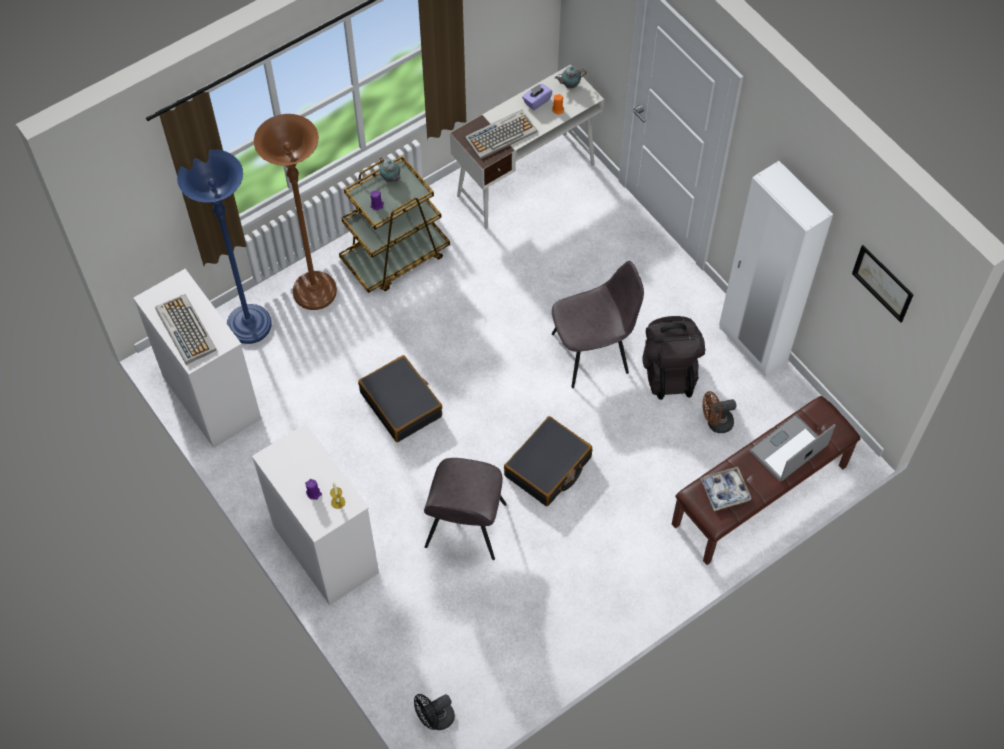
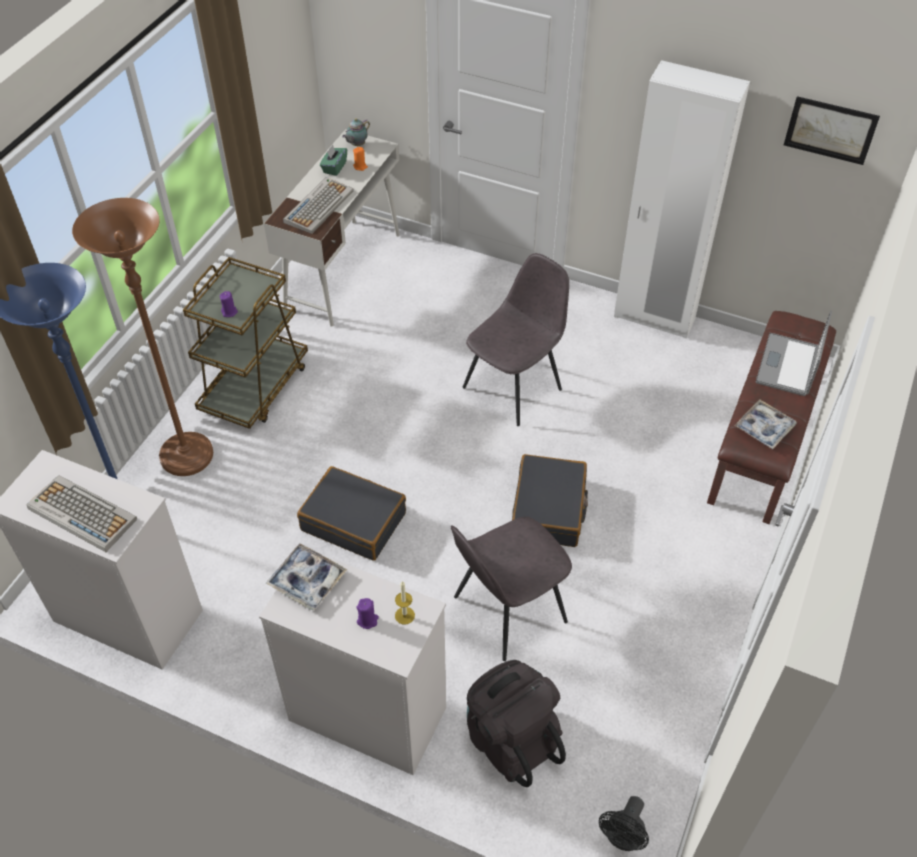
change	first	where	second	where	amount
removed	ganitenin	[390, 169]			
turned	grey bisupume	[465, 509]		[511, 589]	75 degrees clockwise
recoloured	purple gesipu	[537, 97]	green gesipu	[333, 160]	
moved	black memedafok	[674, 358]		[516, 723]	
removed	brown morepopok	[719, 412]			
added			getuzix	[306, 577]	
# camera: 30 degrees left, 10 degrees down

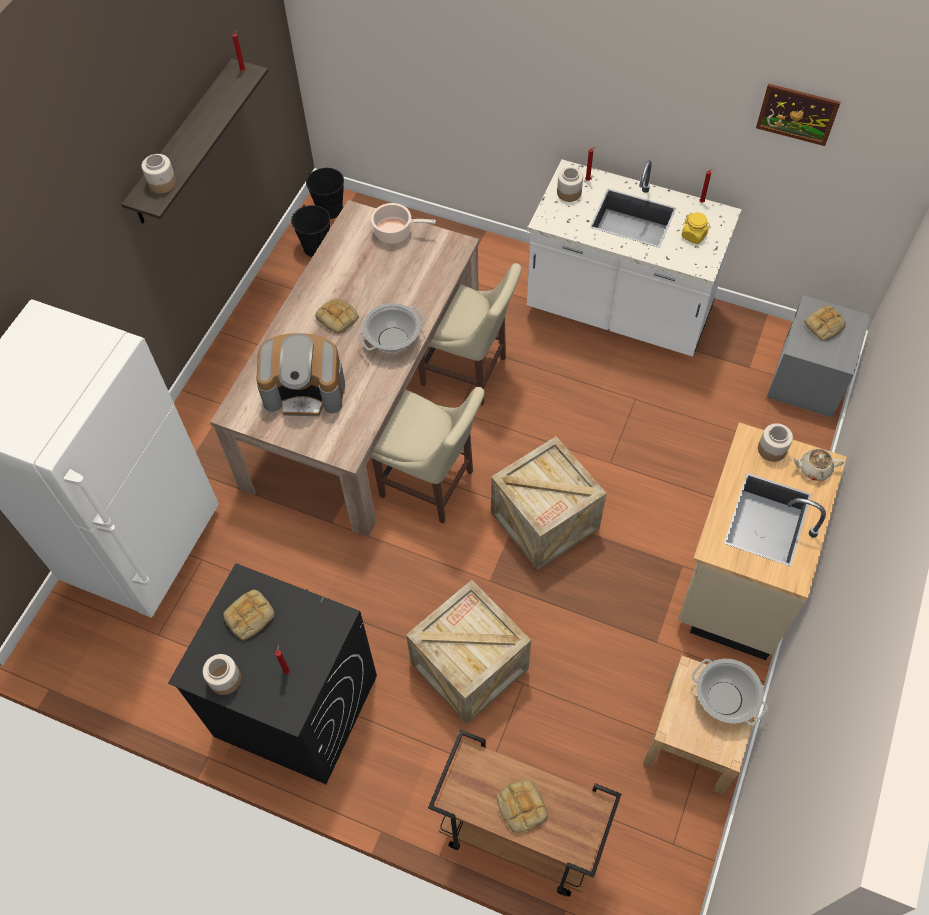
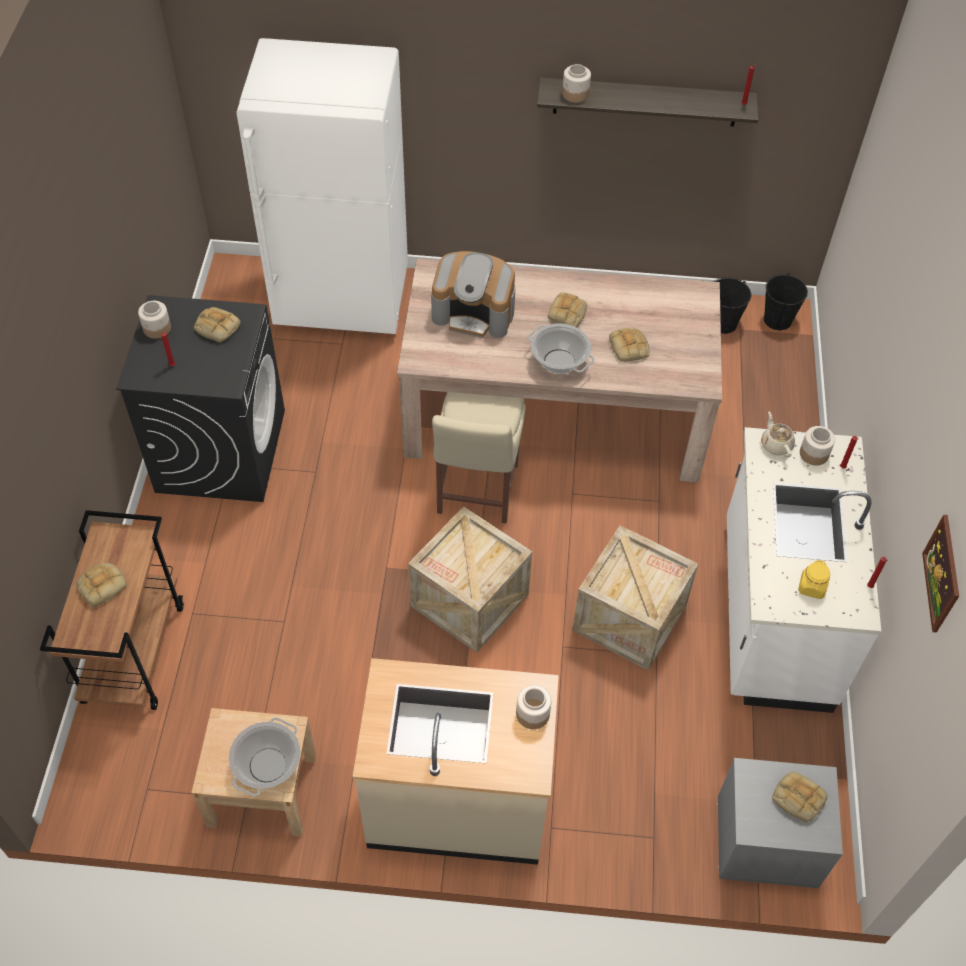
change	first	where	second	where	amount
turned	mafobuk	[301, 374]		[473, 294]	60 degrees counterclockwise
removed	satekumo	[403, 223]			
moved	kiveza	[468, 652]		[635, 598]	
removed	beige bisupume	[470, 334]			
moved	beige ganitenin	[817, 465]		[778, 435]	
added			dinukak	[629, 345]	
# camera: 70 degrees right, 5 degrees down

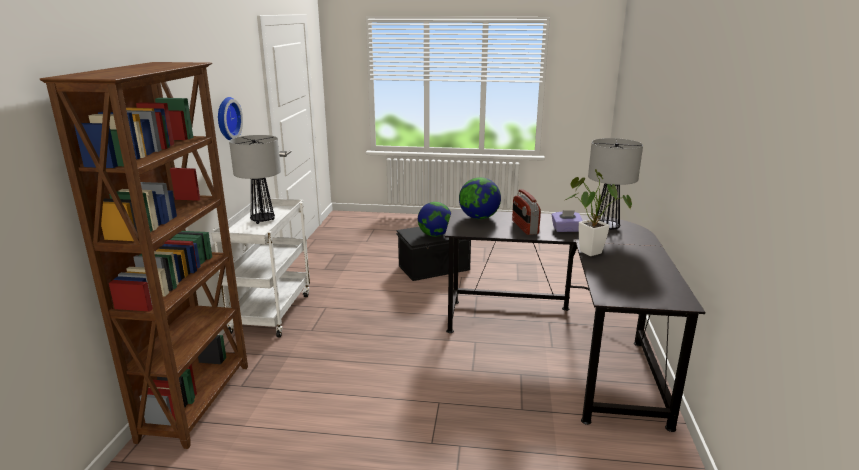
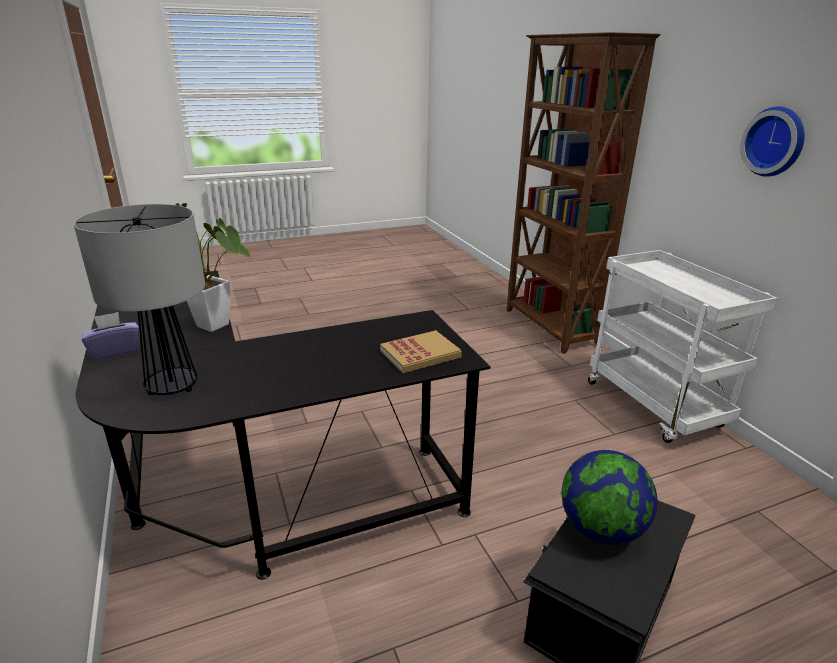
change	first	where	second	where	amount
removed	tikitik	[255, 179]			
replaced	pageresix	[480, 198]	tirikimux	[421, 351]	
removed	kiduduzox	[526, 212]			
moved	purple gesipu	[567, 221]		[111, 336]	
# camera: 150 degrees right, 5 degrees up

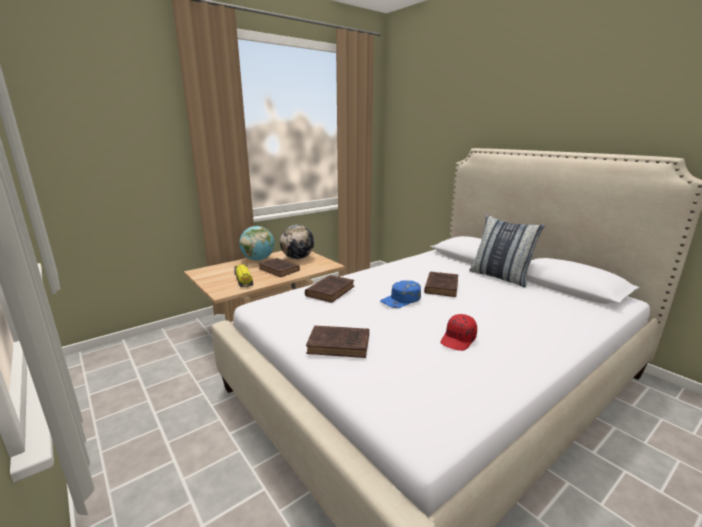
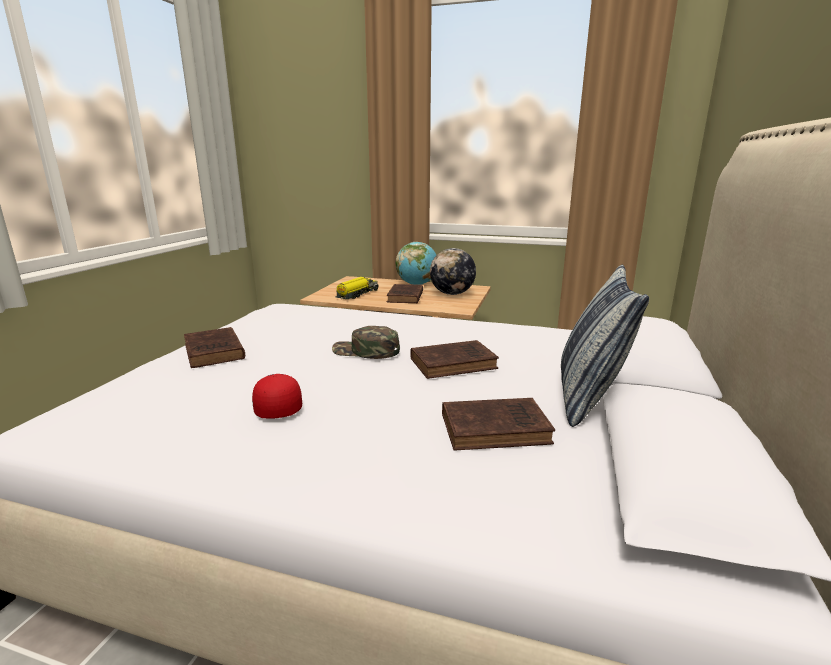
change	first	where	second	where	amount
moved	brown tirikimux	[330, 289]		[498, 424]	
recoloured	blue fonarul	[400, 294]	green fonarul	[366, 342]	
turned	red fonarul	[459, 332]		[277, 396]	75 degrees clockwise
# camera: 55 degrees right, 0 degrees up

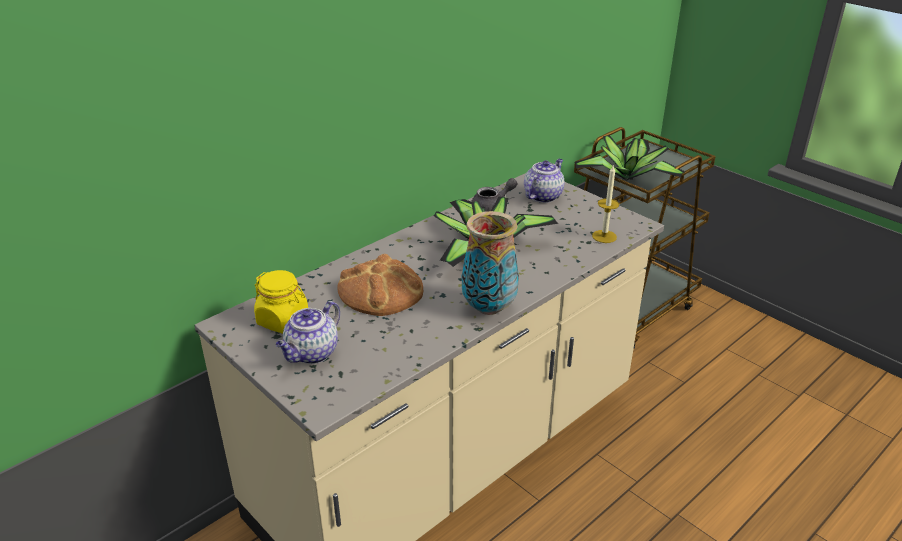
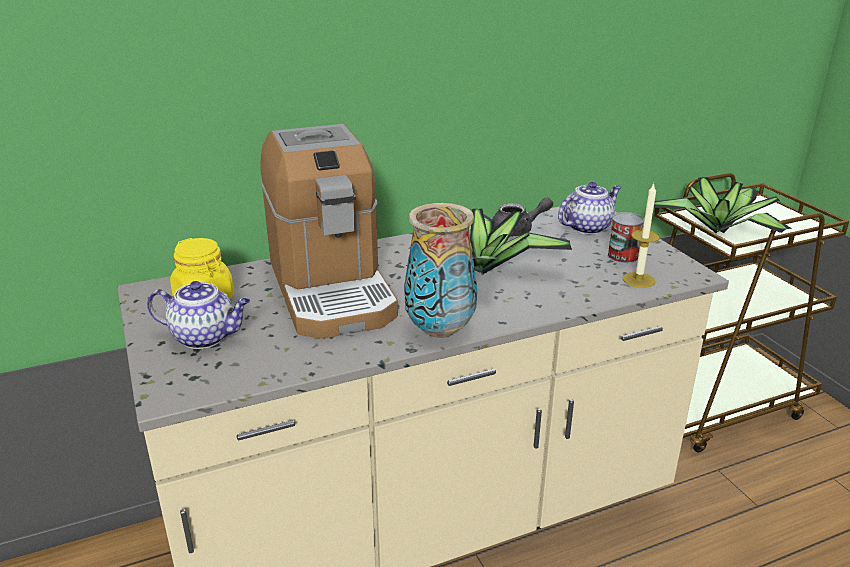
change	first	where	second	where	amount
turned	ganitenin	[308, 332]		[198, 315]	135 degrees counterclockwise
replaced	dinukak	[380, 285]	mafobuk	[329, 231]	
added			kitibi	[626, 238]	
# camera: 20 degrees right, 5 degrees down

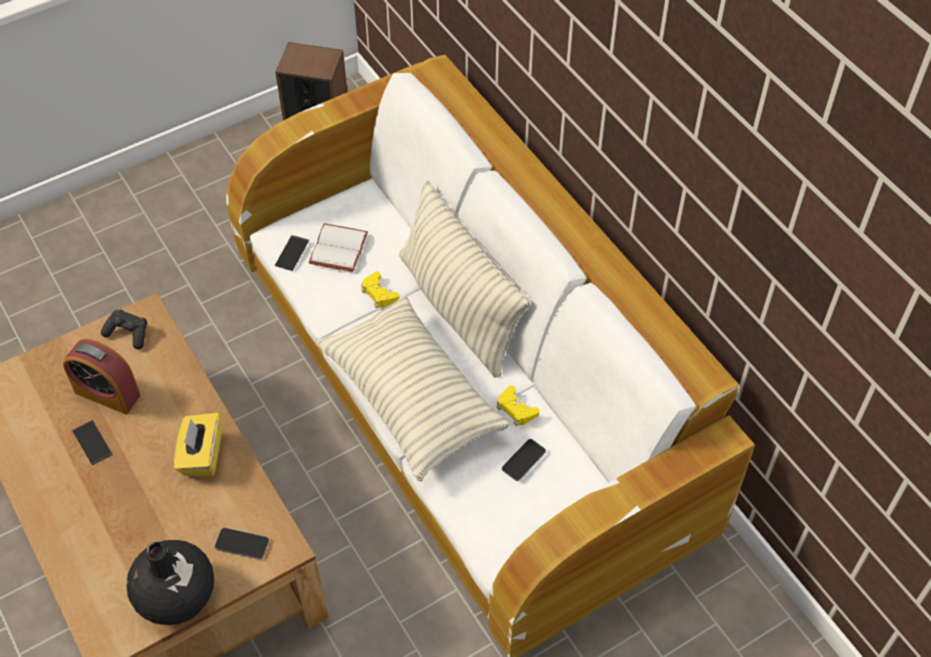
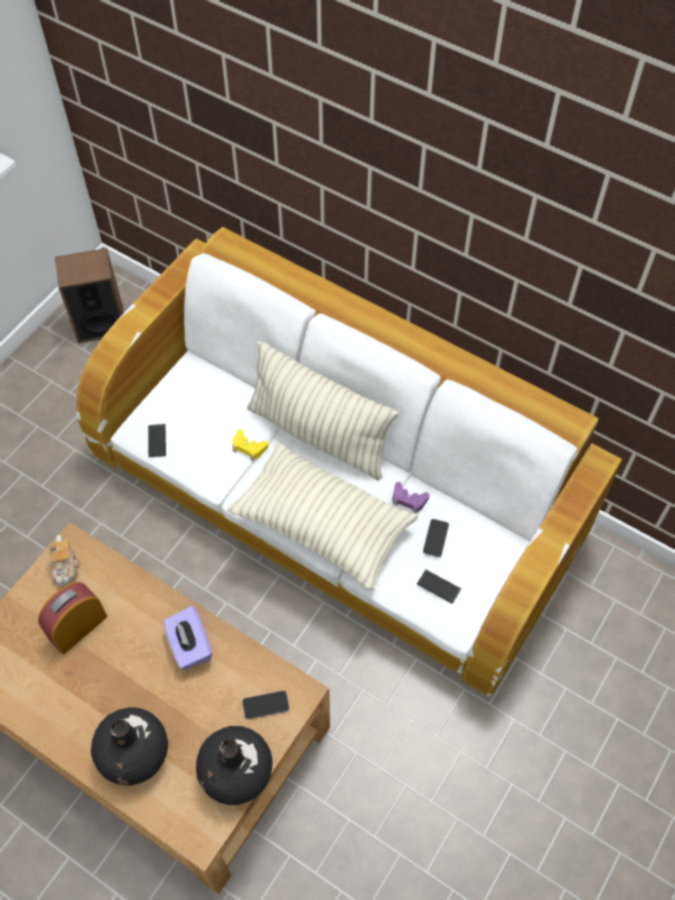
change	first	where	second	where	amount
turned	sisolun	[102, 376]		[72, 618]	135 degrees clockwise
moved	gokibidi	[92, 442]		[439, 587]	
replaced	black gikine	[124, 329]	ganitenin	[64, 560]	
recoloured	yellow gesipu	[198, 445]	purple gesipu	[187, 638]	
removed	white tirikimux	[338, 247]			
recoloured	yellow gikine	[518, 405]	purple gikine	[411, 497]	
added			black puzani	[129, 746]	
# camera: 25 degrees left, 5 degrees up

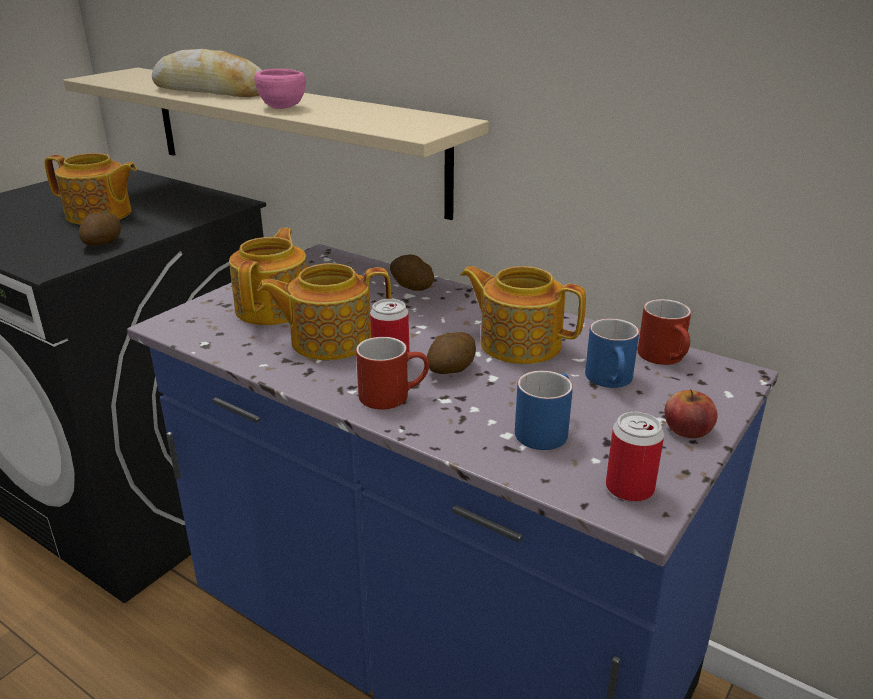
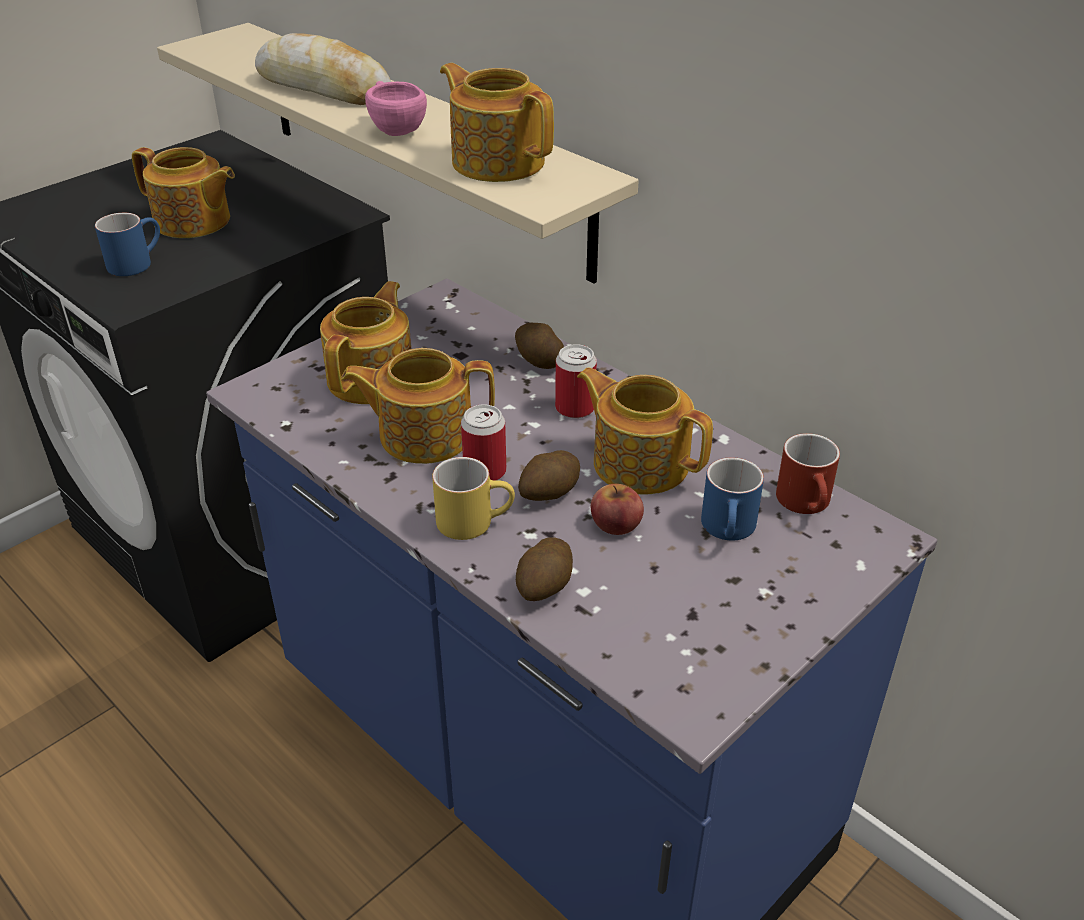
change	first	where	second	where	amount
moved	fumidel	[100, 229]		[544, 569]	
recoloured	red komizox	[392, 373]	yellow komizox	[473, 498]	
moved	blue komizox	[544, 410]		[127, 244]	
moved	kitibi	[635, 457]		[576, 381]	
moved	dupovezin	[691, 413]		[617, 509]	
added			ganitenin	[497, 122]	
# camera: 10 degrees right, 10 degrees up

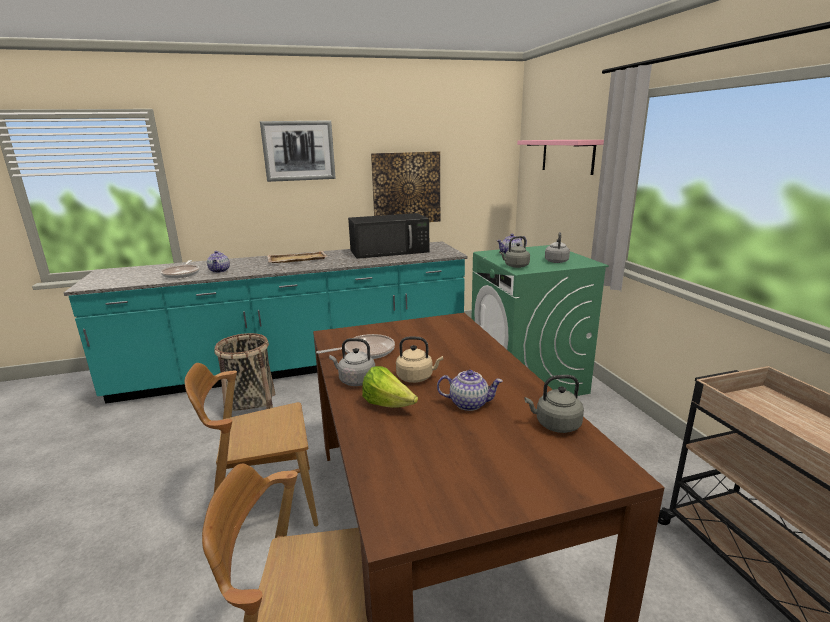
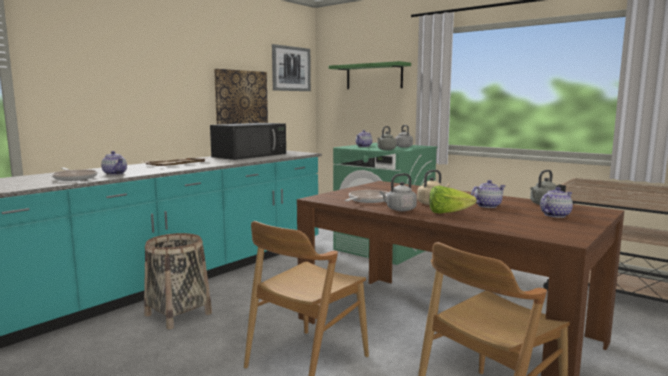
change	first	where	second	where	amount
moved	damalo	[298, 151]		[291, 67]	
recoloured	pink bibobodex	[560, 157]	green bibobodex	[370, 75]	
added			ganitenin	[556, 202]	
# camera: 35 degrees left, 10 degrees down

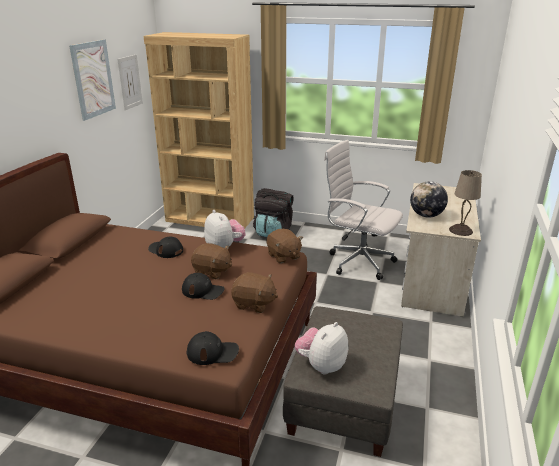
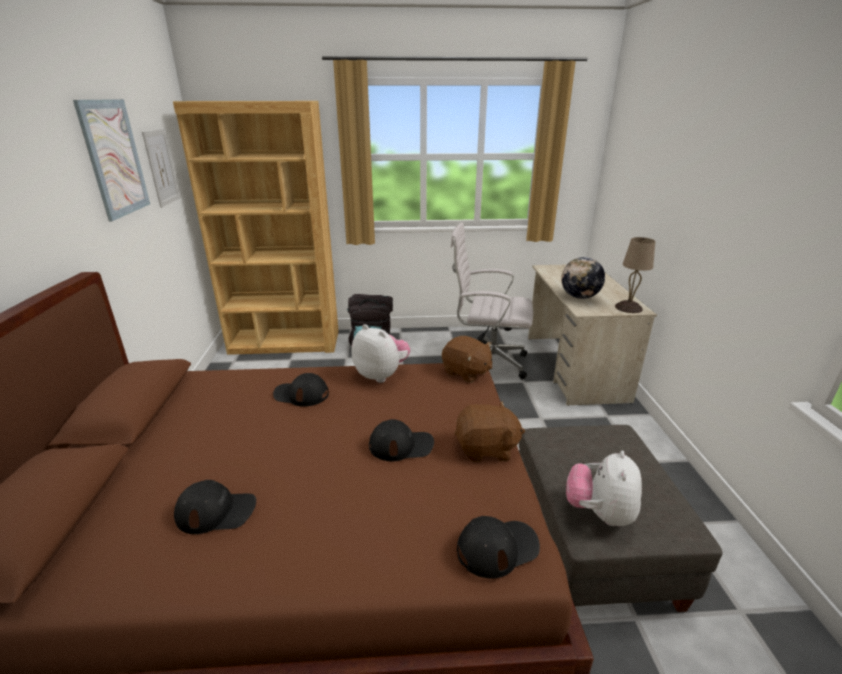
change	first	where	second	where	amount
removed	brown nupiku	[211, 261]			
added			black fonarul	[215, 507]	
# camera: 20 degrees left, 0 degrees up

